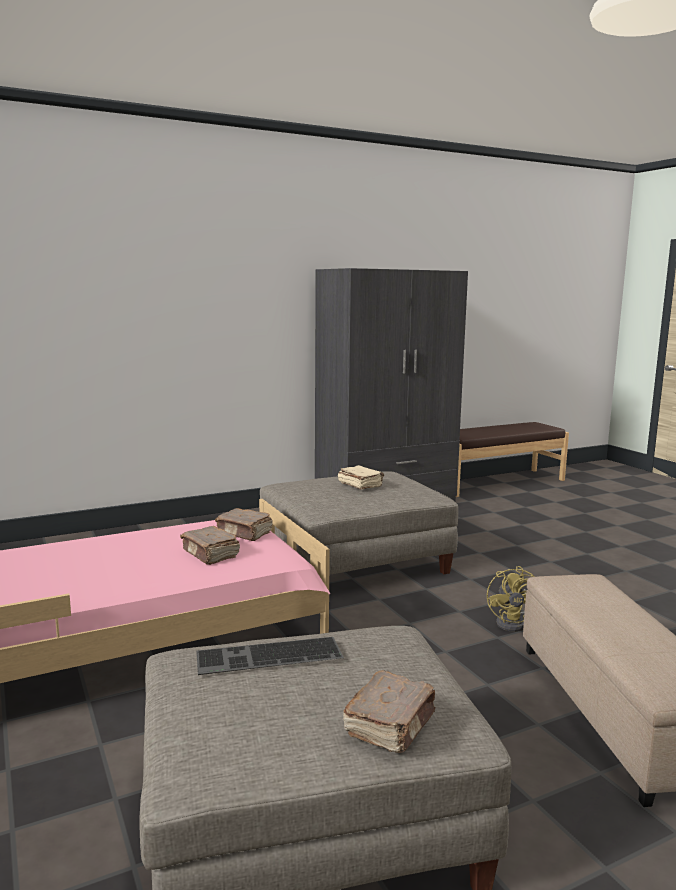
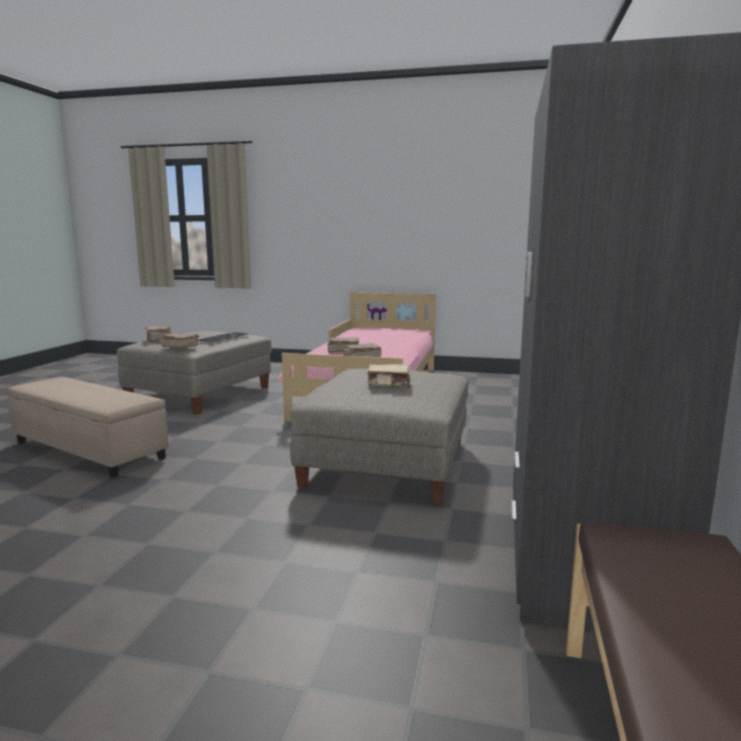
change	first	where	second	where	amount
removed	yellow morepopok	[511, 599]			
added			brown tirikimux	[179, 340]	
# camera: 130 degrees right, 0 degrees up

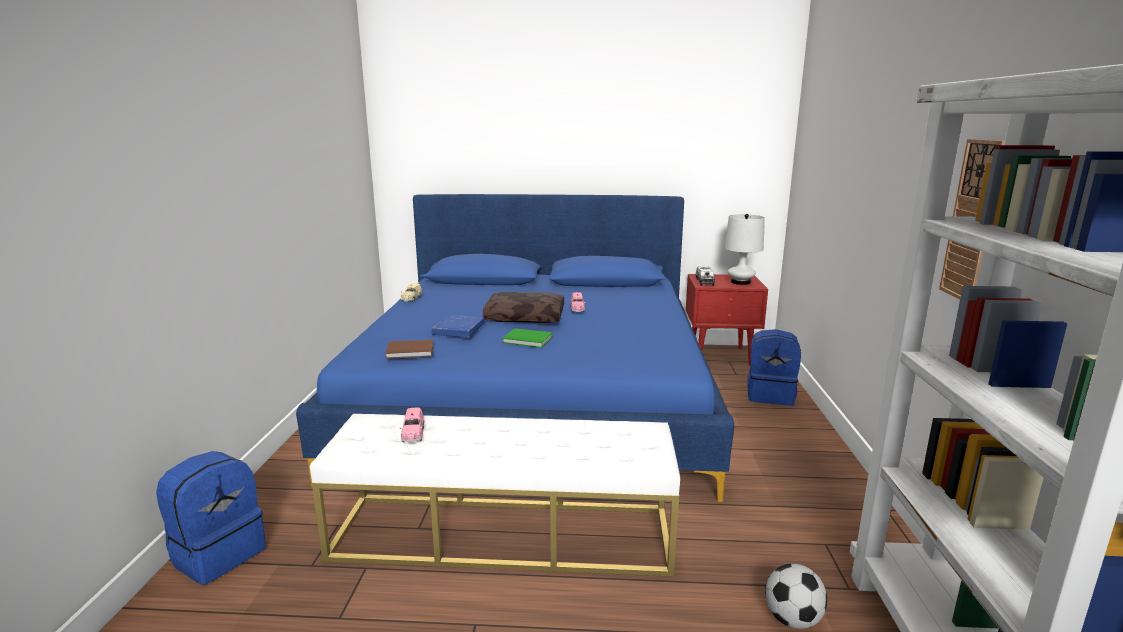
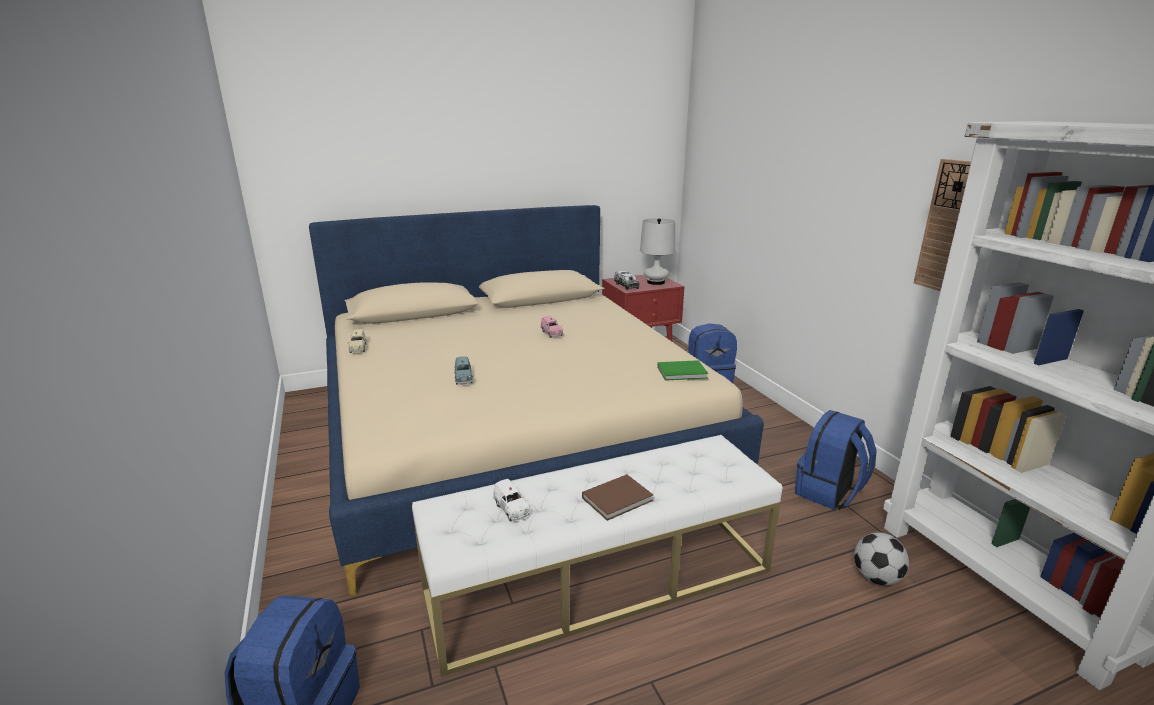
change	first	where	second	where	amount
recoloured	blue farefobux	[515, 348]	beige farefobux	[536, 400]	
moved	brown tirikimux	[409, 349]		[617, 497]	
recoloured	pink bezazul	[412, 425]	white bezazul	[511, 500]	
replaced	blue tirikimux	[457, 326]	blue bezazul	[463, 370]	
removed	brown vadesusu	[523, 307]			
moved	green tirikimux	[527, 338]		[682, 370]	
added			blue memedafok	[836, 460]	
# camera: 25 degrees left, 5 degrees up

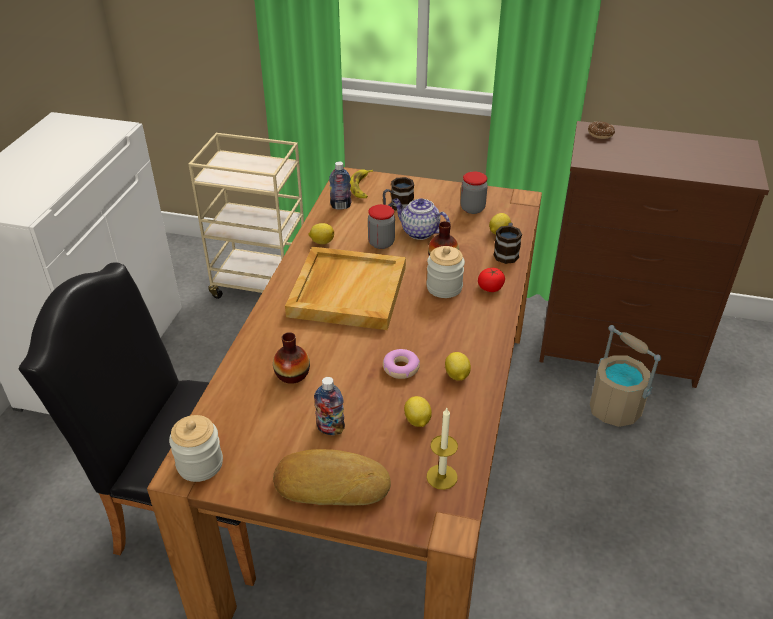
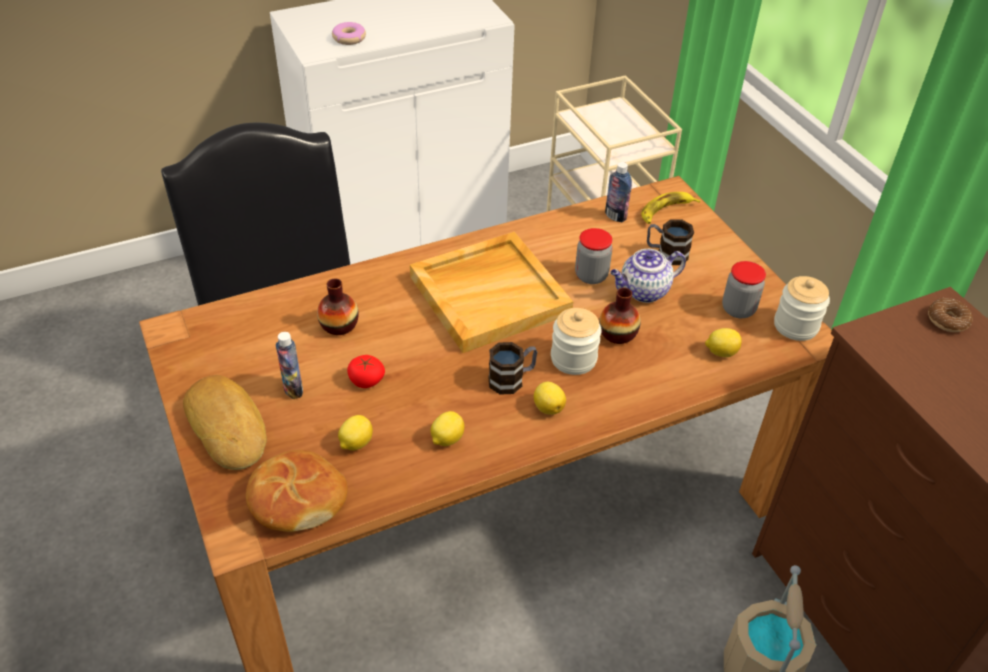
change	first	where	second	where	amount
moved	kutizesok	[196, 448]		[802, 308]	
moved	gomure	[321, 233]		[550, 398]	
moved	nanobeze	[401, 364]		[349, 33]	
turned	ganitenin	[421, 219]		[648, 276]	105 degrees counterclockwise
replaced	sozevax	[442, 449]	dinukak	[297, 491]	
moved	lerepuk	[491, 280]		[366, 371]	
moved	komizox	[508, 243]		[512, 368]	
# camera: 50 degrees right, 5 degrees up

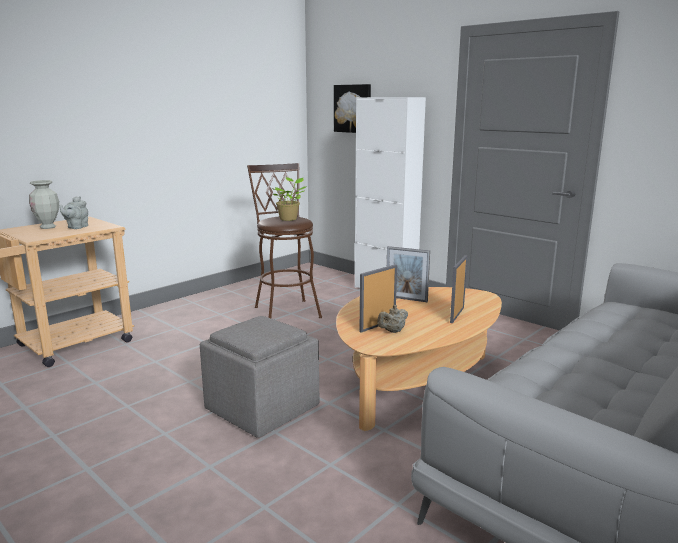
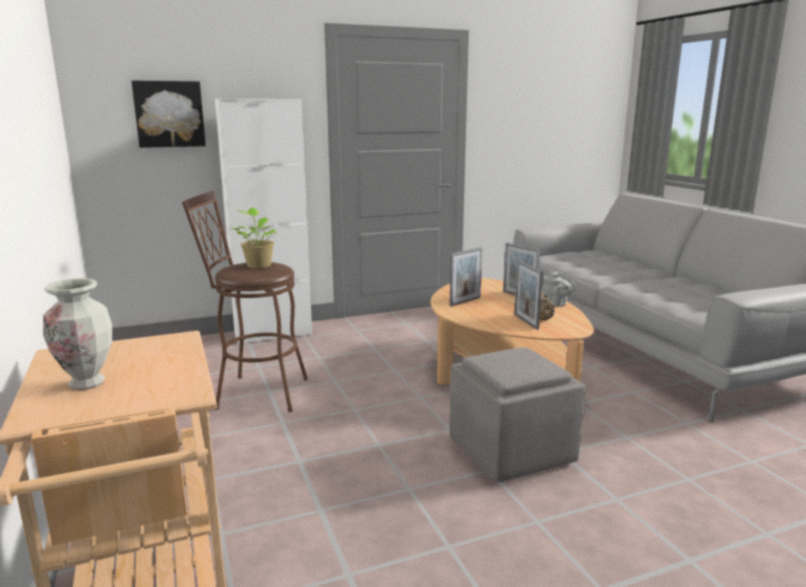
change	first	where	second	where	amount
moved	grey ganitenin	[74, 212]		[559, 289]	
# camera: 65 degrees left, 0 degrees up

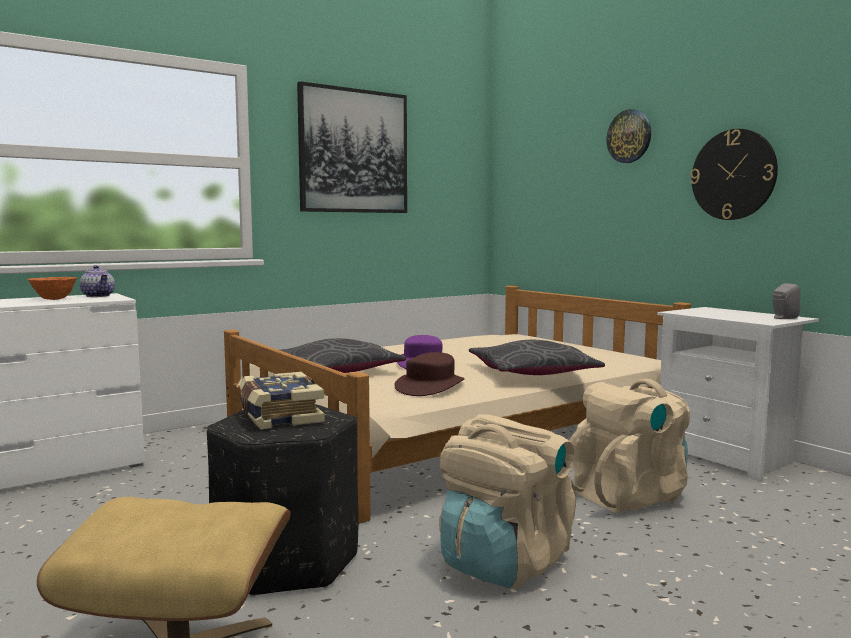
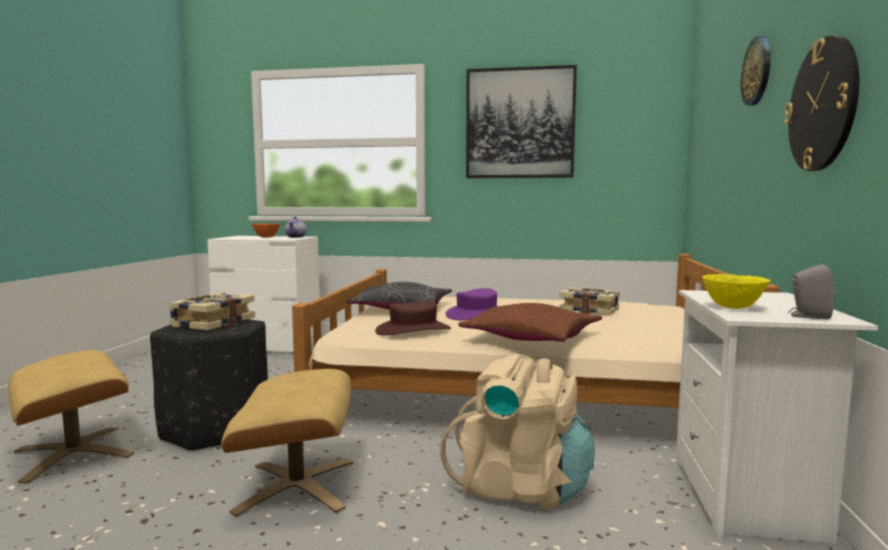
change	first	where	second	where	amount
replaced	beige memedafok	[507, 501]	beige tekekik	[287, 443]	
recoloured	grey vadesusu	[537, 357]	brown vadesusu	[530, 322]	
added			tirikimux	[589, 301]	
added			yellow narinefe	[736, 291]	
# camera: 45 degrees right, 0 degrees up

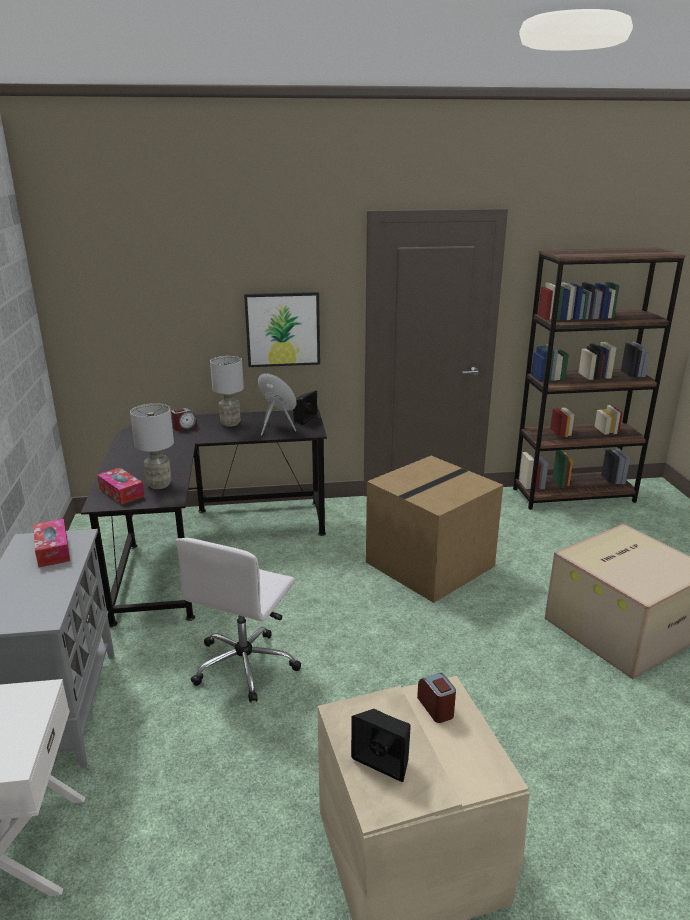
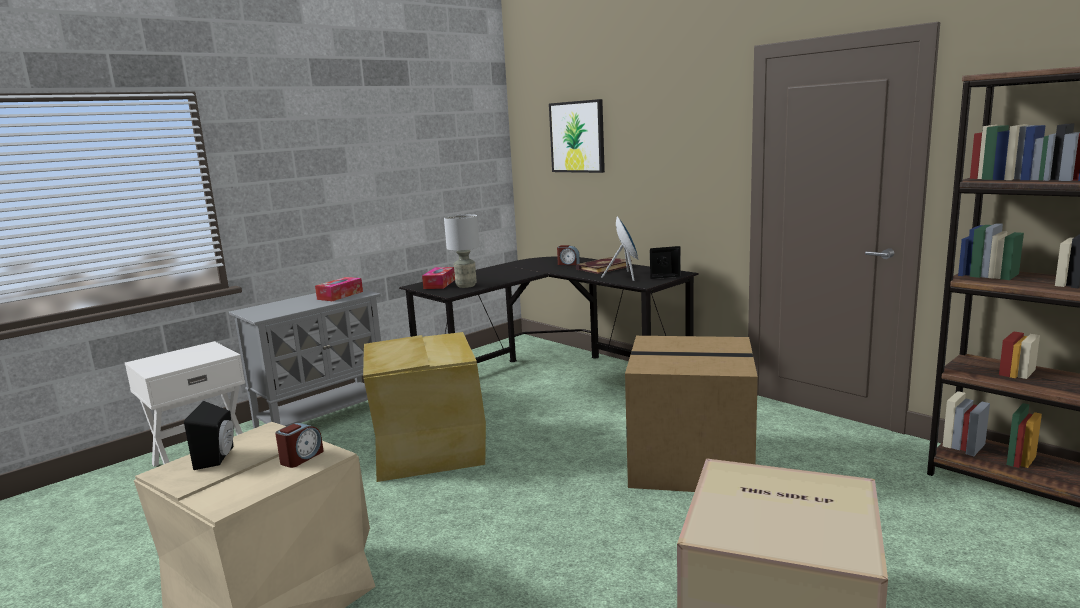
change	first	where	second	where	amount
replaced	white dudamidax	[238, 620]	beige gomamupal	[424, 407]	
replaced	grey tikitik	[227, 391]	tirikimux	[604, 265]	
moved	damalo	[282, 329]		[577, 136]	
# camera: 55 degrees right, 10 degrees down

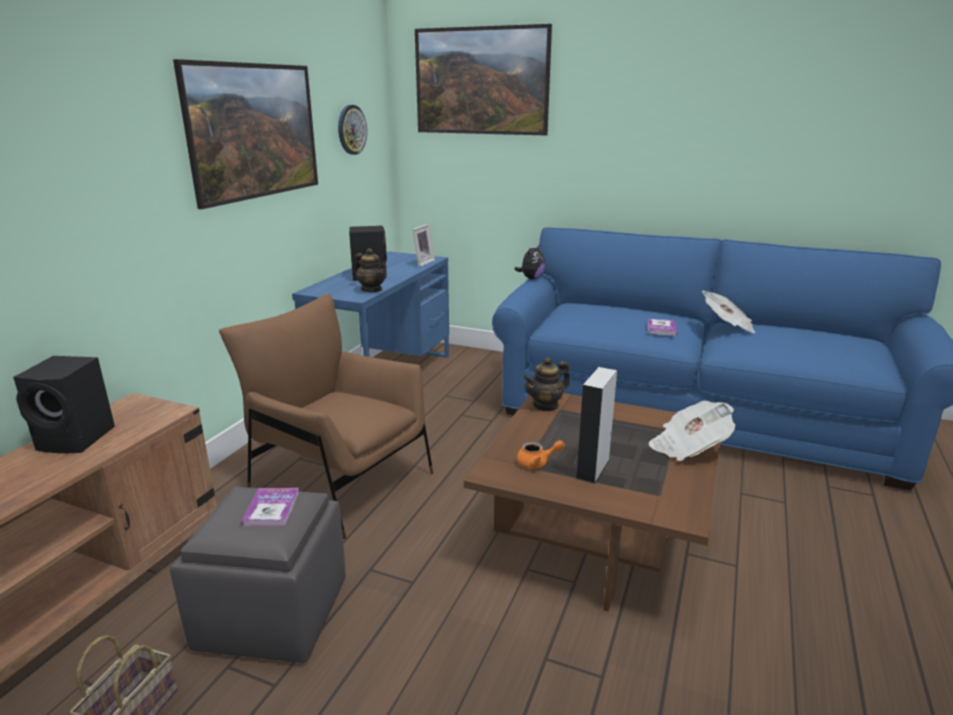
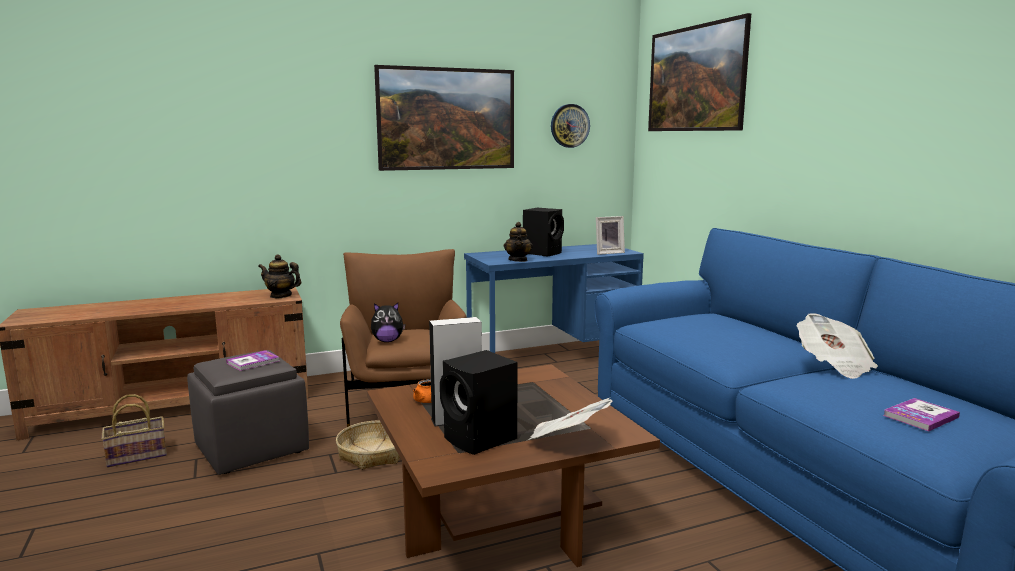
change	first	where	second	where	amount
moved	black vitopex	[64, 404]		[479, 402]	
moved	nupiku	[529, 261]		[388, 322]	
moved	ganitenin	[546, 384]		[280, 276]	
moved	tirikimux	[662, 327]		[921, 414]	
added			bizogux	[368, 445]	
# camera: 45 degrees right, 10 degrees down

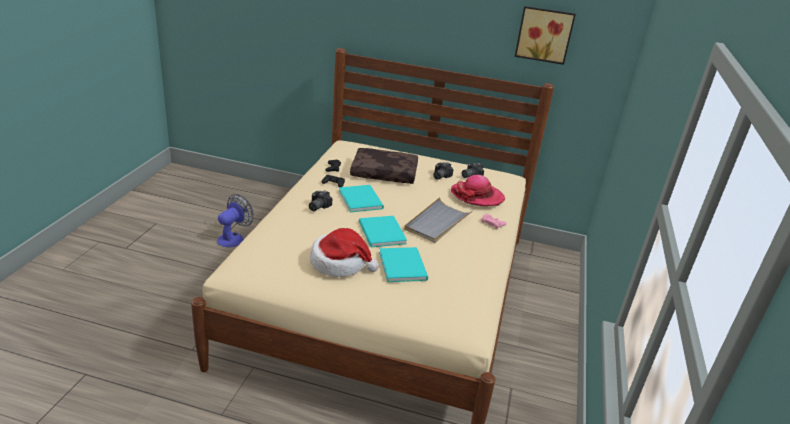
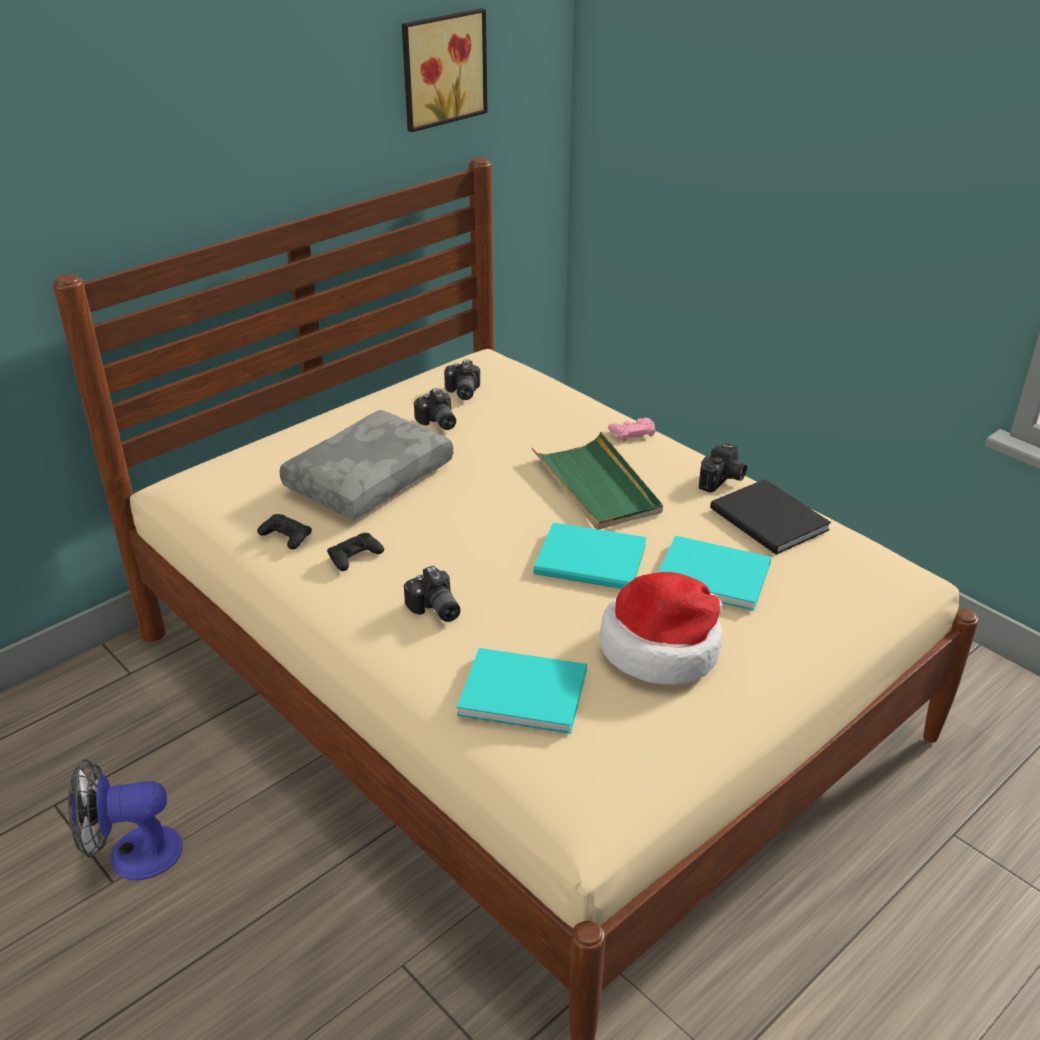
change	first	where	second	where	amount
turned	morepopok	[235, 220]		[125, 819]	75 degrees counterclockwise
moved	turquoise tirikimux	[361, 198]		[522, 691]	
recoloured	brown vadesusu	[384, 166]	grey vadesusu	[366, 465]	
recoloured	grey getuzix	[438, 220]	green getuzix	[597, 481]	
removed	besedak	[478, 190]			
added			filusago	[723, 468]	
added			black tirikimux	[770, 517]	
# camera: 55 degrees left, 5 degrees up

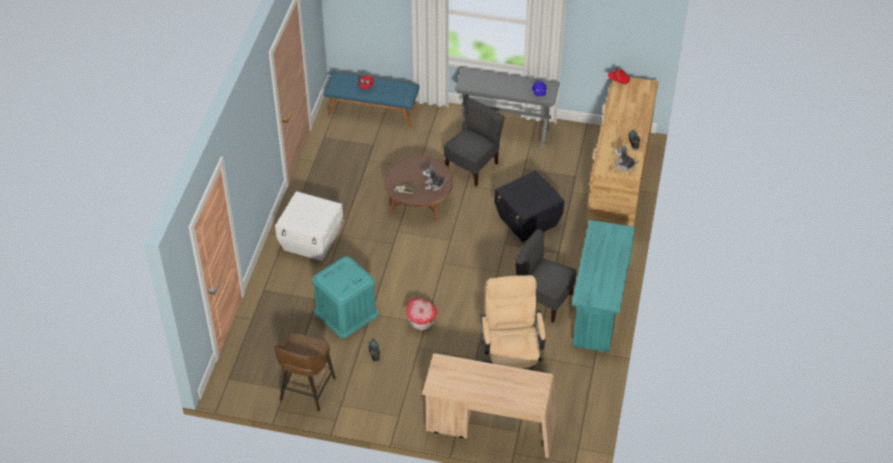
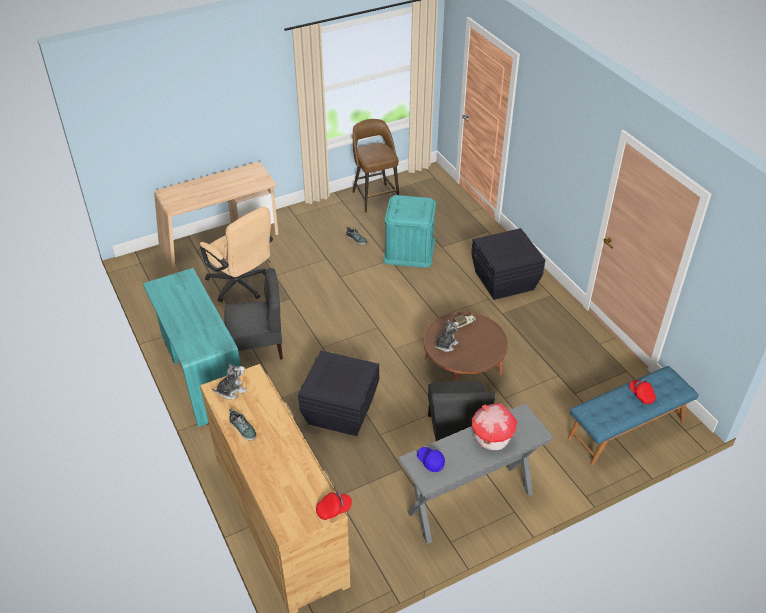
change	first	where	second	where	amount
recoloured	white gomamupal	[309, 226]	black gomamupal	[508, 264]	
moved	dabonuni	[421, 314]		[494, 426]	
# camera: 140 degrees right, 5 degrees down

